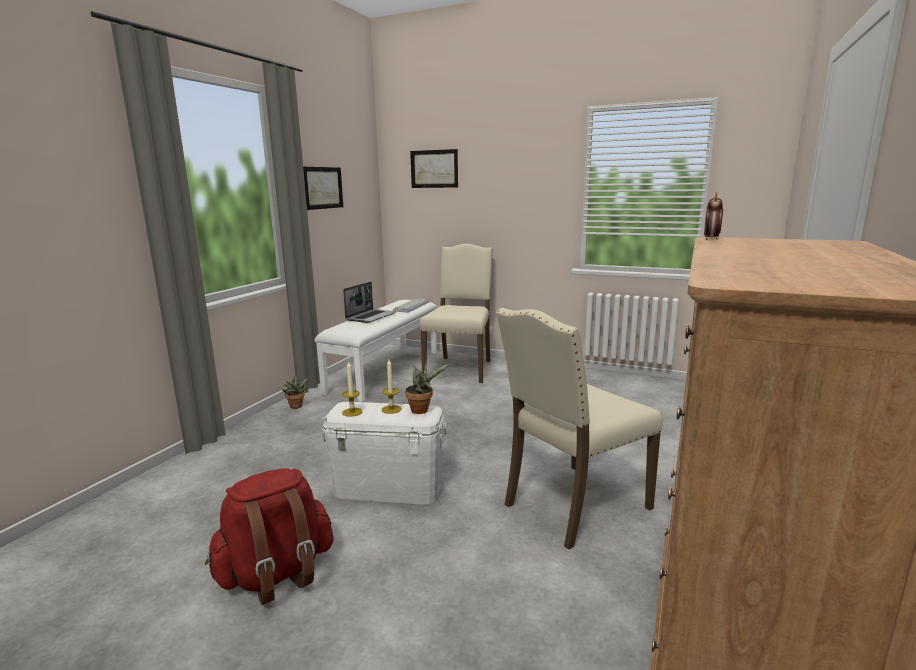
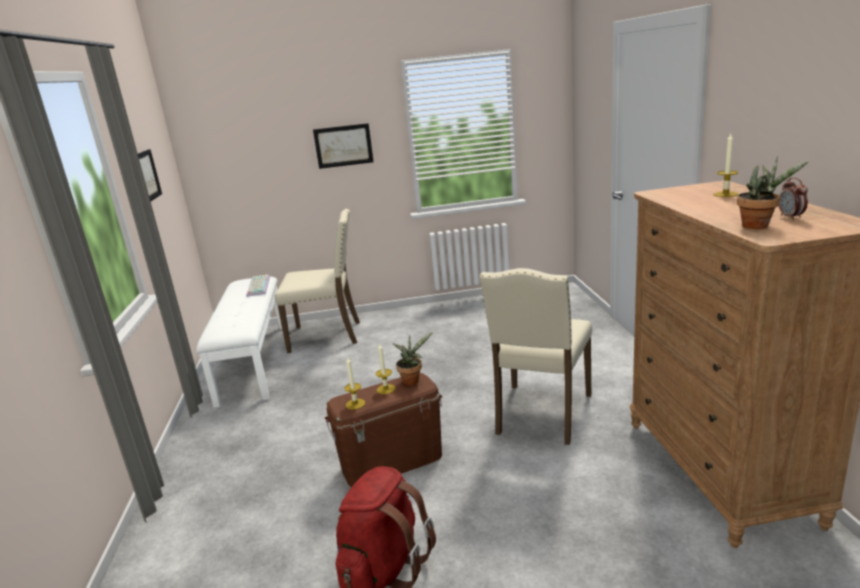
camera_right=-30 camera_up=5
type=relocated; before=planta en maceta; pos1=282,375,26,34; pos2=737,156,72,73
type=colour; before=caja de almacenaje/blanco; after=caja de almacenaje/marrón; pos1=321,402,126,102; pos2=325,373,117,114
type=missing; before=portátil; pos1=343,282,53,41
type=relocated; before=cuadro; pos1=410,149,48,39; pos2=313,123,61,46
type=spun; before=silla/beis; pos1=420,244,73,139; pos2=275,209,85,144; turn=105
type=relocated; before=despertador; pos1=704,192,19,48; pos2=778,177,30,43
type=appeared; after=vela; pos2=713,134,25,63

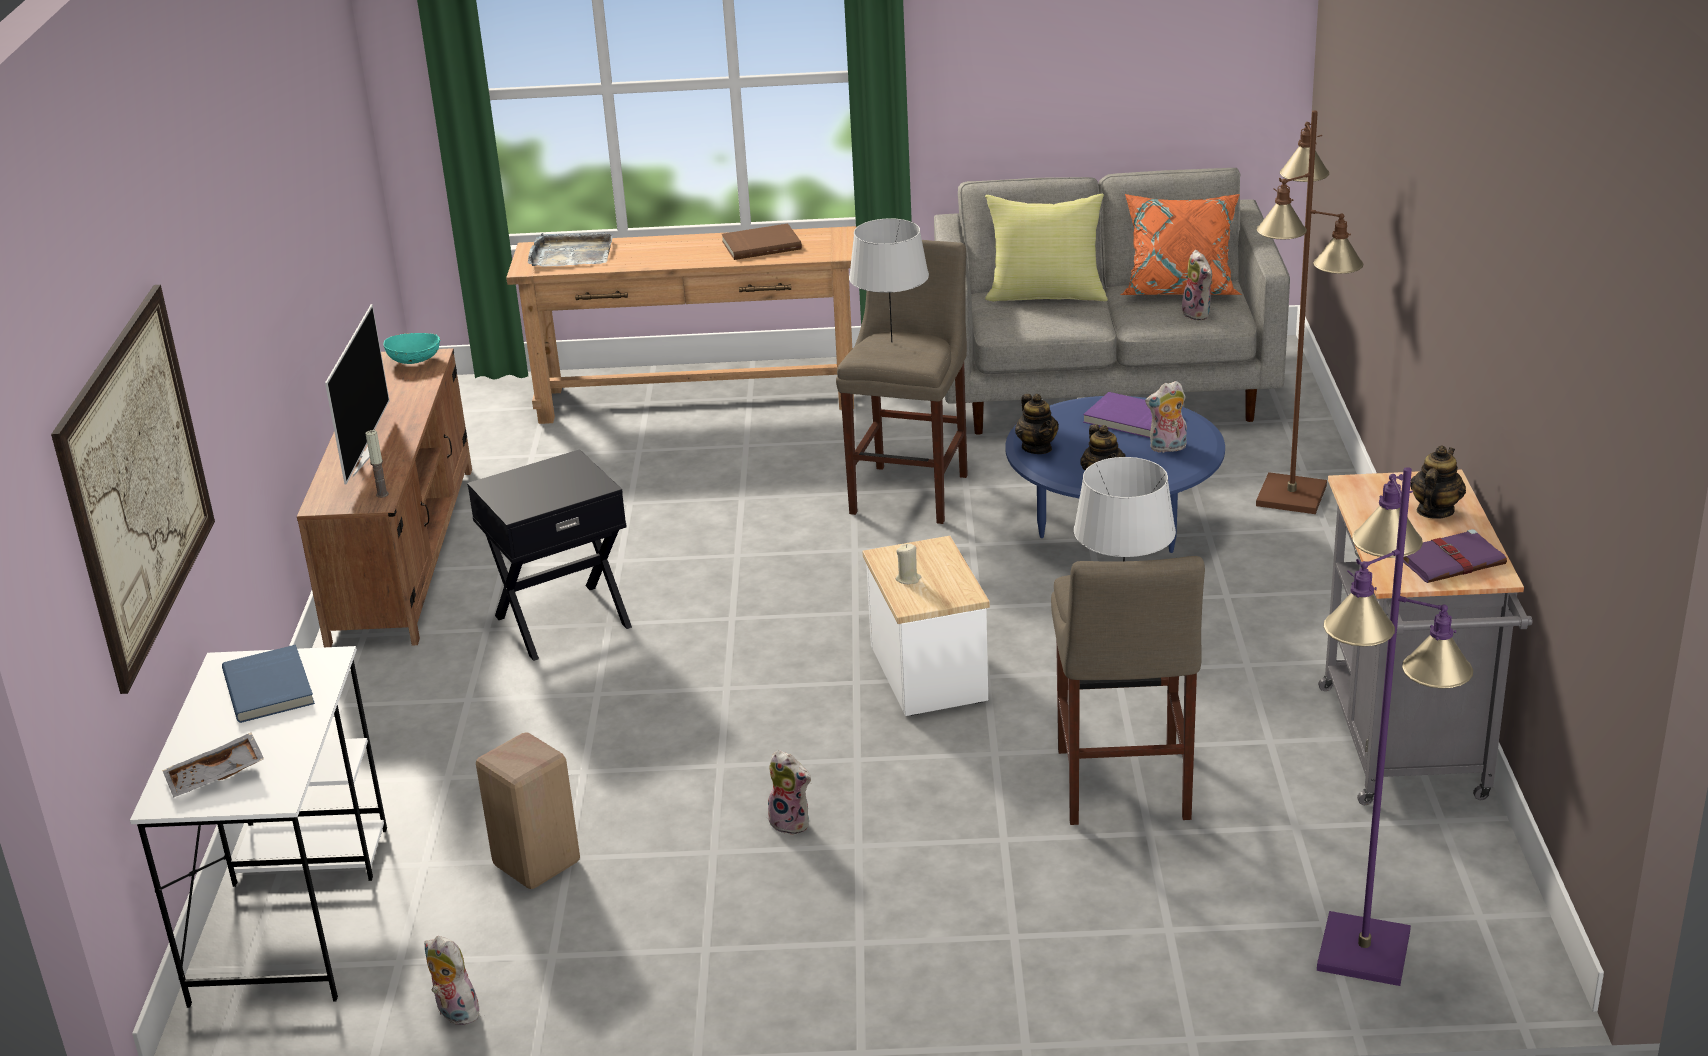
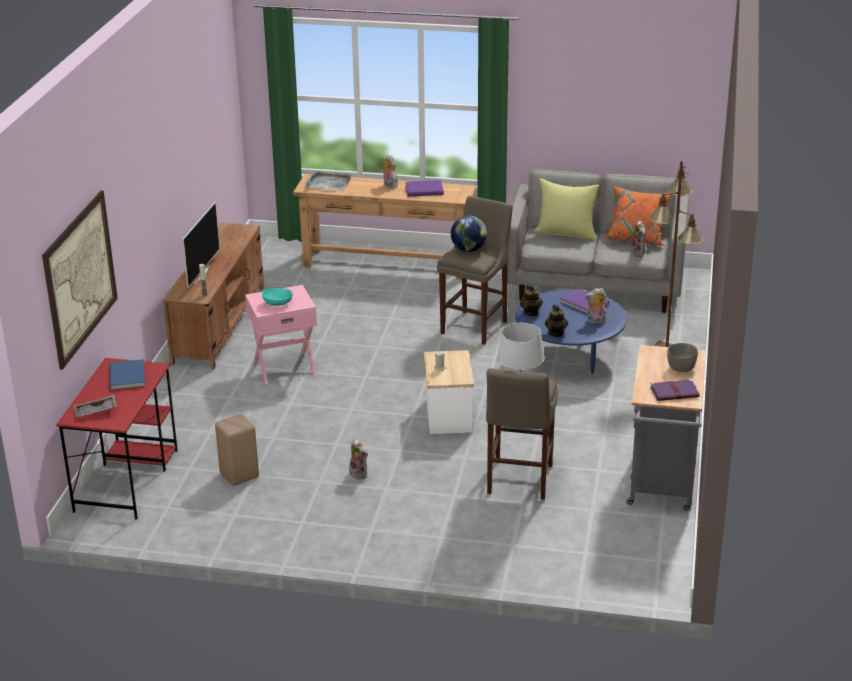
camera_right=10 camera_up=0
type=colour; before=escritorio/blanco; after=escritorio/rojo; pos1=130,646,257,362; pos2=56,358,122,162
type=relocated; before=cuenco/turquesa; pos1=384,333,57,31; pos2=262,288,31,18
type=relocated; before=peluche; pos1=424,936,59,89; pos2=383,154,15,34
type=colour; before=mesa auxiliar/negro; after=mesa auxiliar/rosa; pos1=467,449,165,212; pos2=245,285,72,99
type=colour; before=libro/marrón; after=libro/morado; pos1=722,223,80,37; pos2=406,180,38,17
type=exchanged; before=lámpara de mesa/gris; after=globo terráqueo; pos1=849,218,80,125; pos2=451,215,36,37
type=missing; before=lámpara de pie/morado; pos1=1317,467,156,519
type=exchanged; before=tetera; after=cuenco/gris; pos1=1410,446,56,73; pos2=667,343,31,29

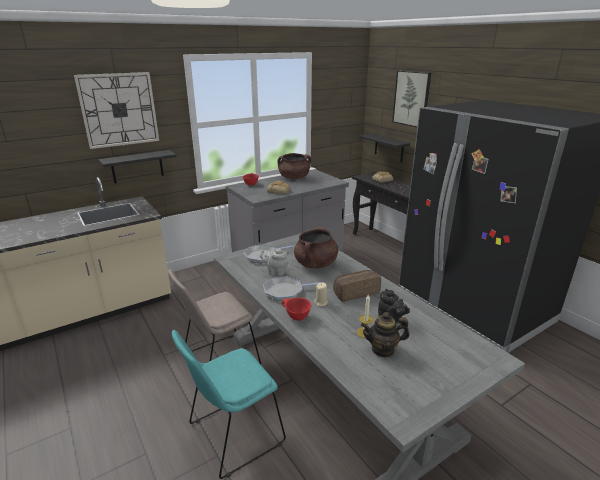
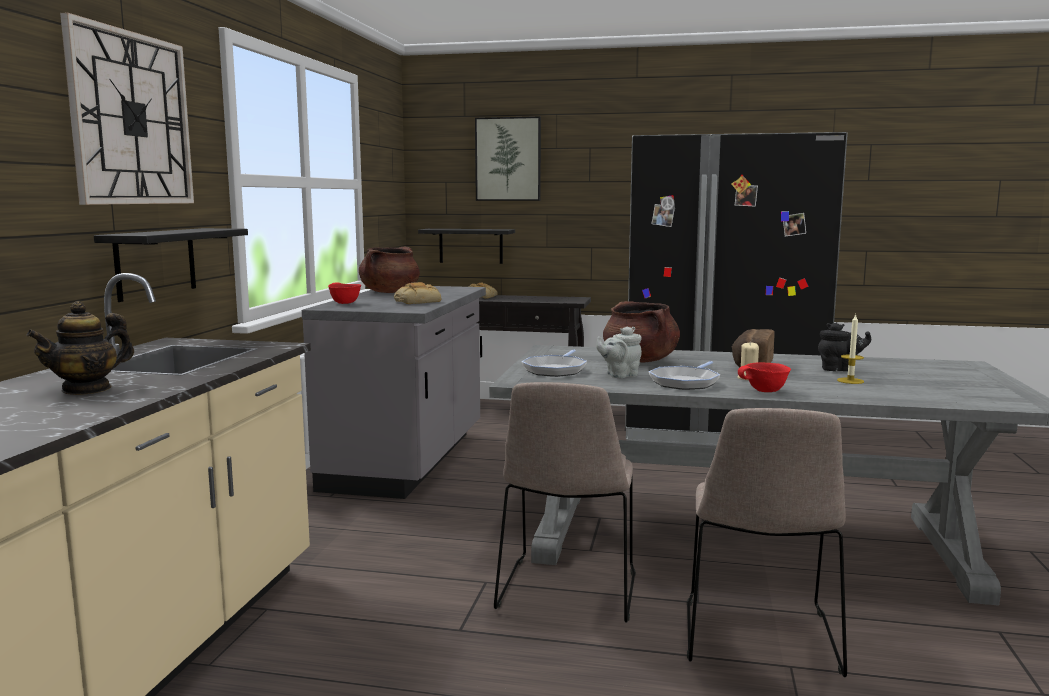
camera_right=-45 camera_up=-15
type=colour; before=silla/turquesa; after=silla/beis; pos1=172,330,114,149; pos2=687,408,160,269
type=relocated; before=tetera; pos1=361,312,48,45; pos2=26,301,108,94

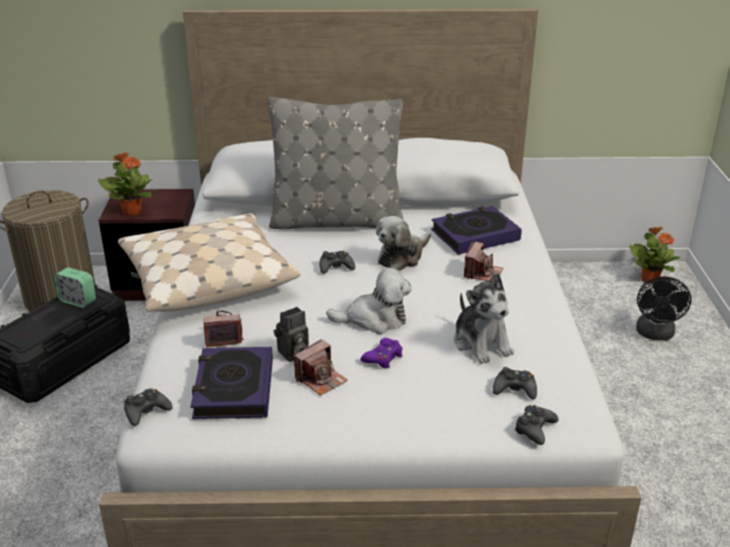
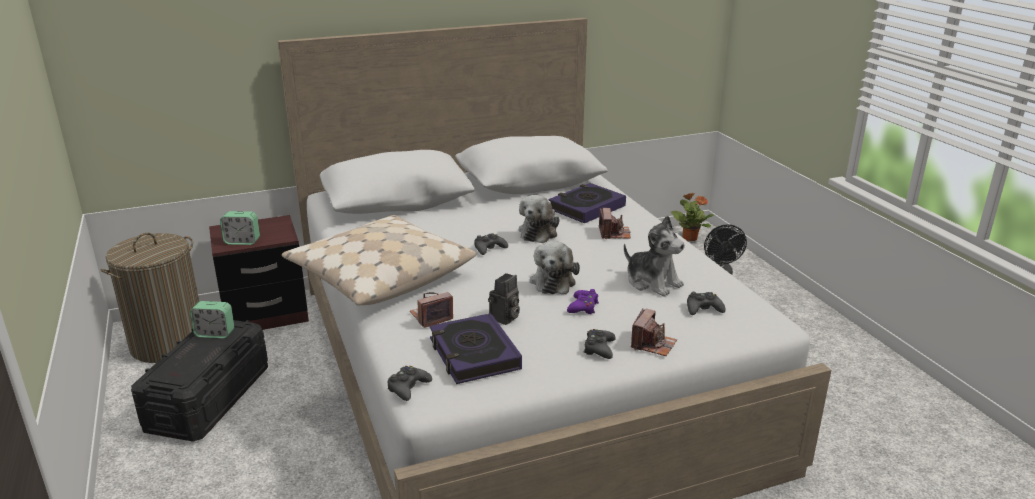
camera_right=-20 camera_up=-5
type=exchanged; before=planta en maceta; after=despertador; pos1=98,152,54,64; pos2=220,211,40,34
type=missing; before=cojín/gris; pos1=268,97,135,132
type=relocated; before=cámara; pos1=294,339,54,57; pos2=631,308,46,48
type=spun; before=peluche; pos1=326,267,86,67; pos2=530,241,50,53; turn=120
type=relocated; before=mando de consola/negro; pos1=514,405,44,40; pos2=583,329,33,30

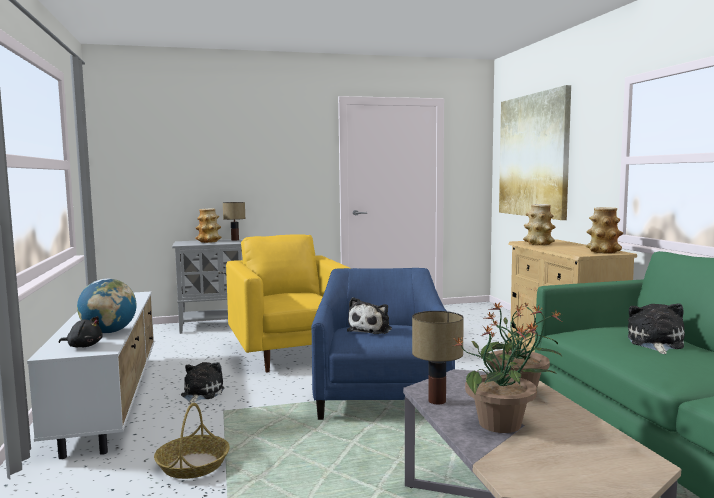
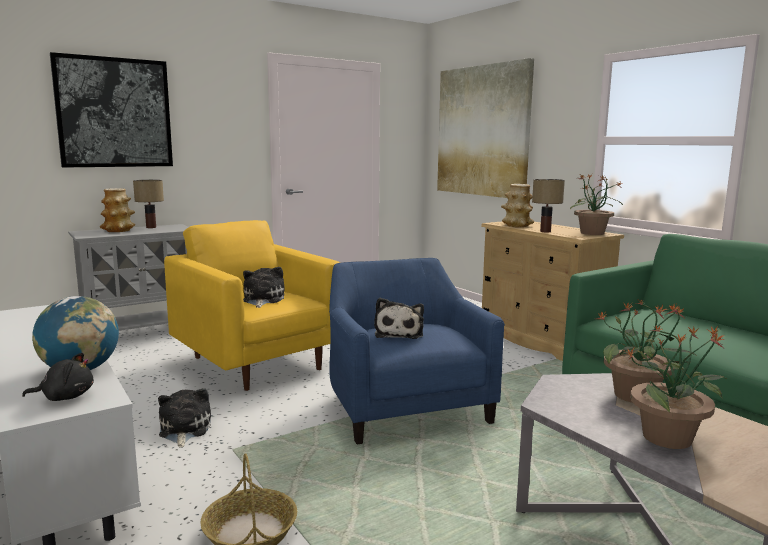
camera_right=-20 camera_up=5
type=relocated; before=lámpara de mesa; pos1=412,311,52,93; pos2=532,179,33,53
type=exchanged; before=florero; after=planta en maceta; pos1=586,207,37,47; pos2=570,174,53,61
type=relocated; before=peluche; pos1=628,303,57,51; pos2=243,267,42,41
type=appeared; after=cuadro; pos2=50,52,123,116

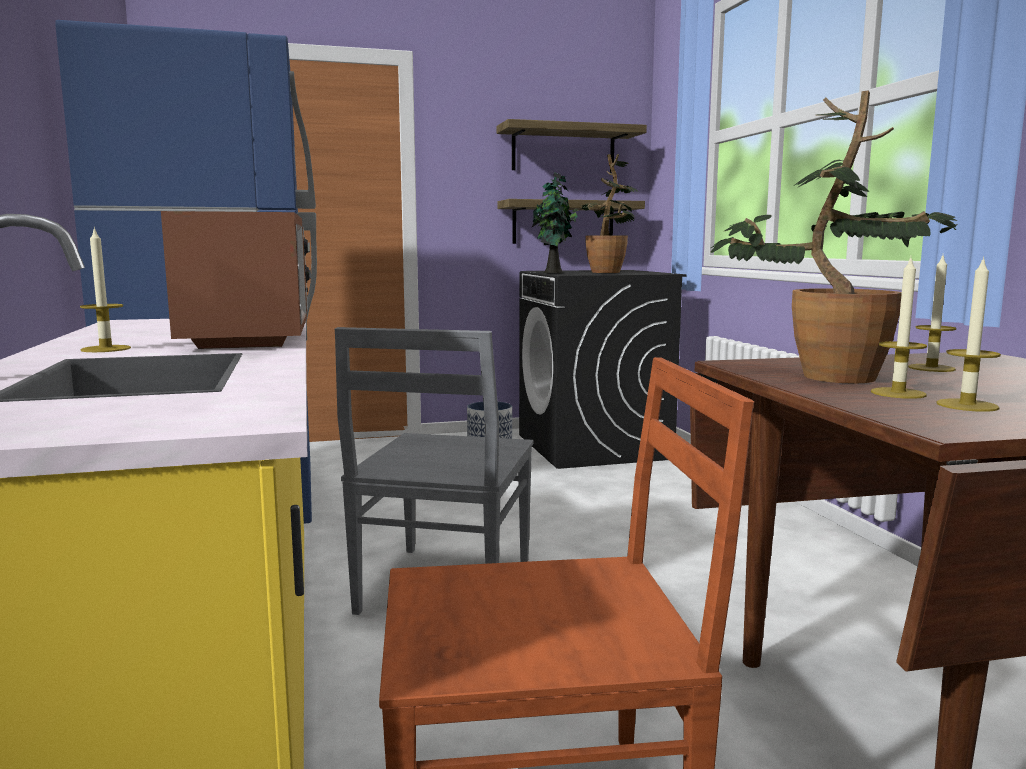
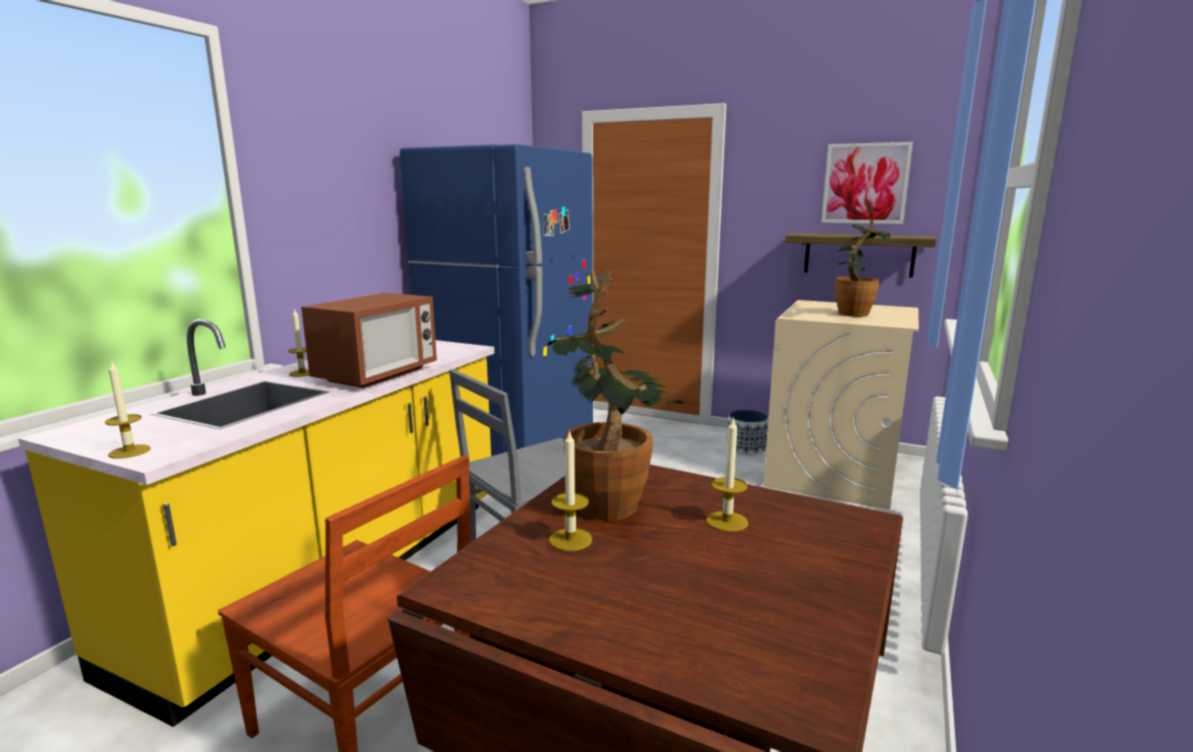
camera_right=40 camera_up=5
type=exchanged; before=estante; after=cuadro; pos1=497,119,150,54; pos2=821,142,92,82
type=colour; before=lavadora/negro; after=lavadora/beis; pos1=519,270,167,199; pos2=764,300,155,210
type=missing; before=planta en maceta; pos1=532,172,46,101
type=relocated; before=vela; pos1=936,256,65,156; pos2=105,360,46,99

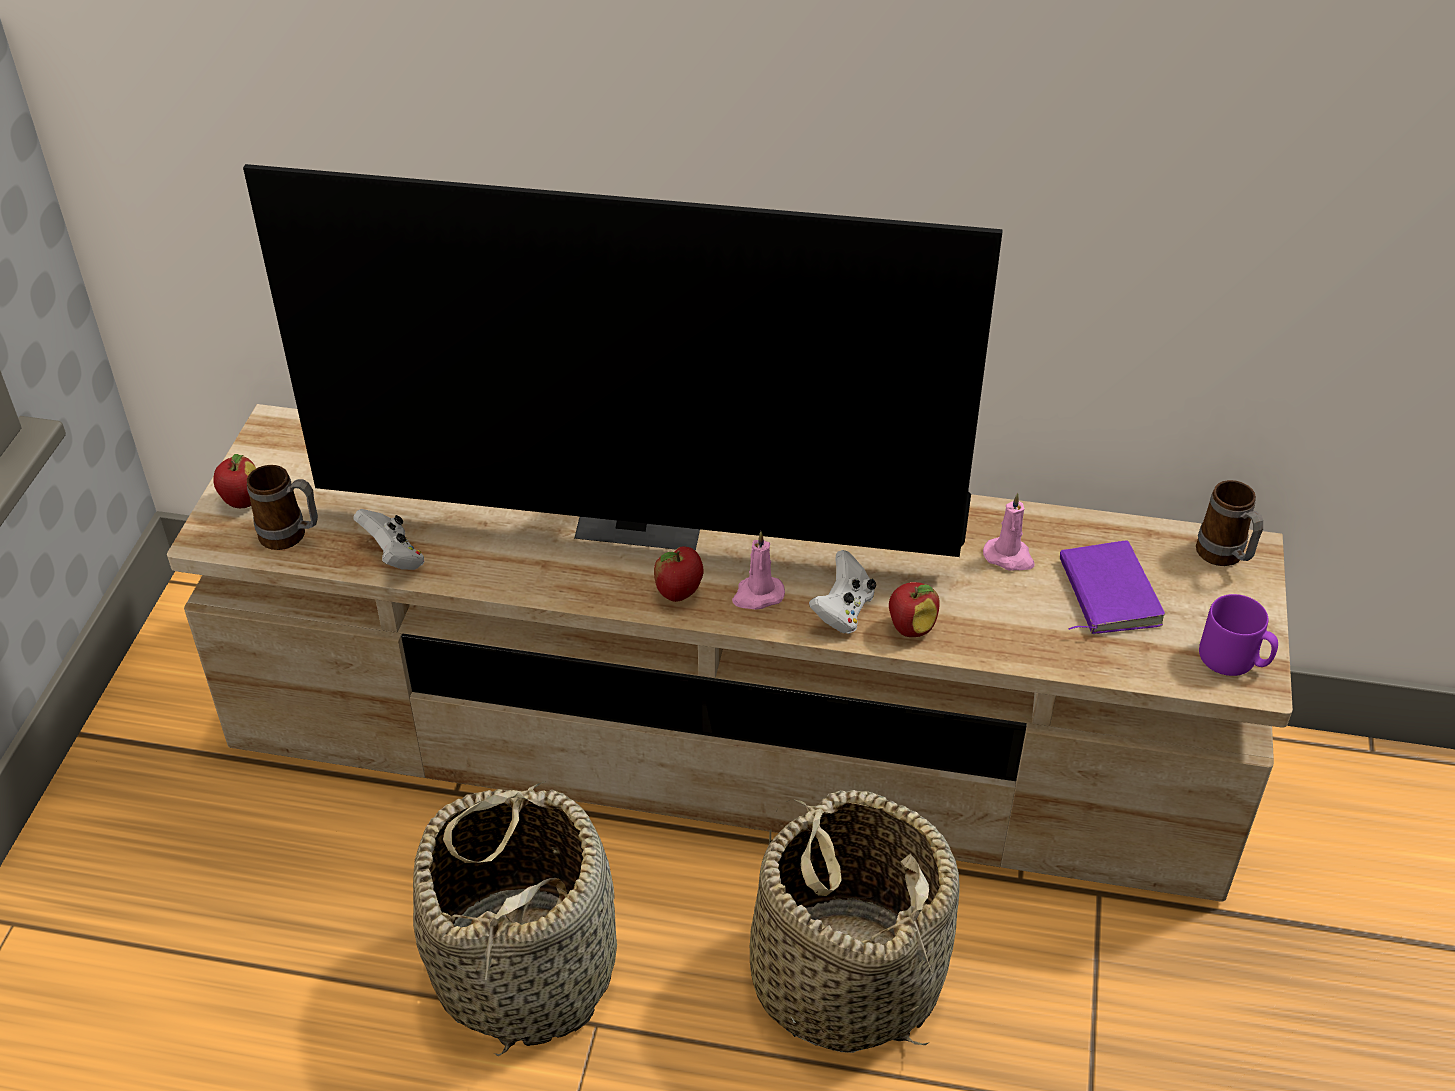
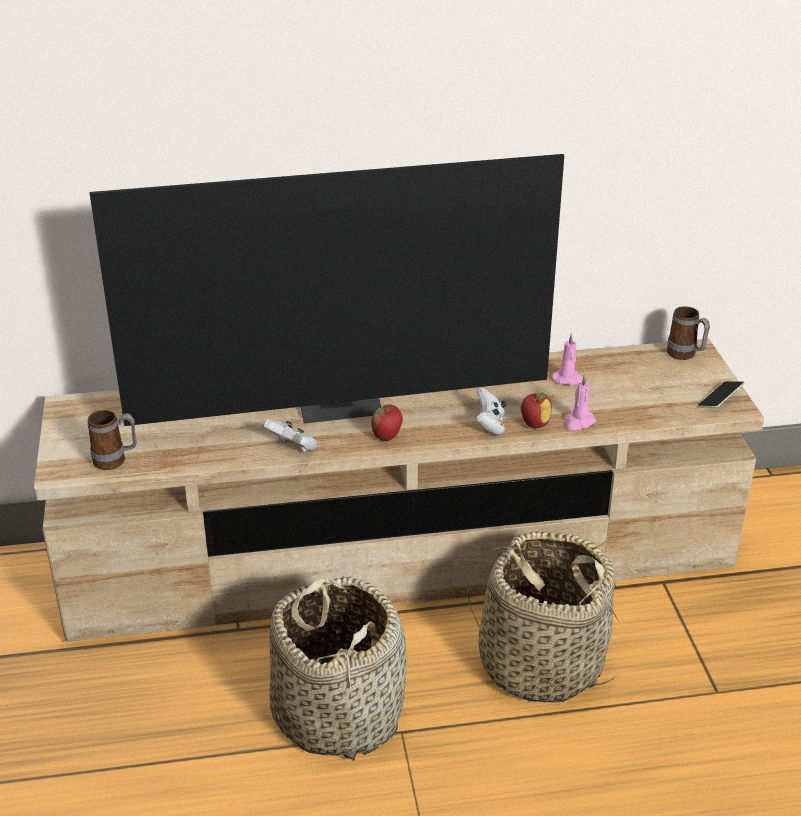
camera_right=-20 camera_up=-10
type=missing; before=manzana; pos1=213,454,43,54
type=relocated; before=mando de consola/blanco; pos1=353,509,72,61; pos2=264,419,53,33
type=relocated; before=vela/rosa; pos1=732,531,53,79; pos2=565,374,31,56
type=missing; before=libro/morado; pos1=1060,541,105,93
type=exchanged; before=taza grande/morado; after=móvil; pos1=1199,594,79,82; pos2=698,381,47,27

